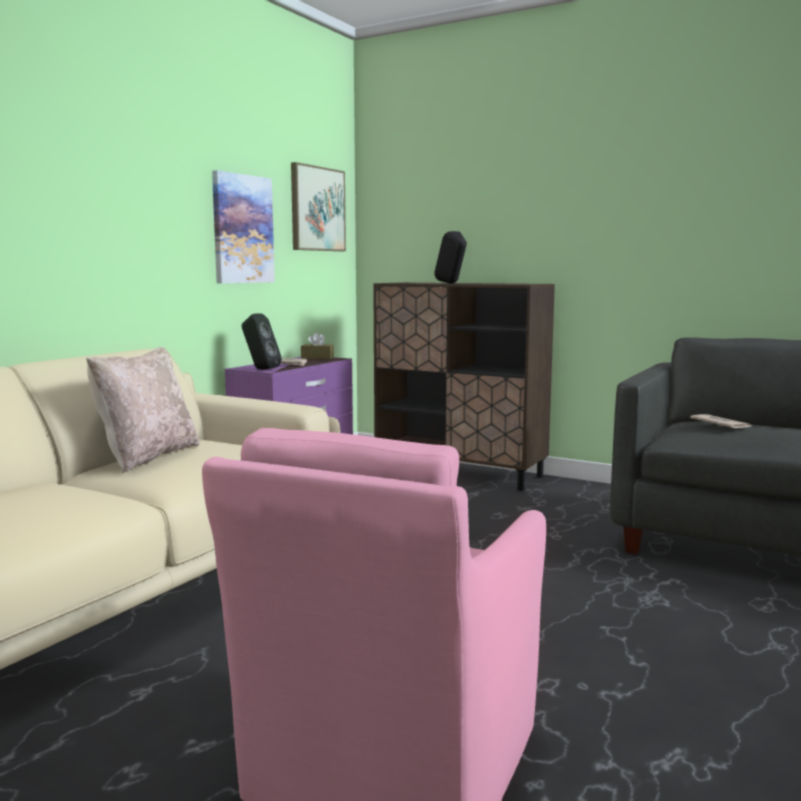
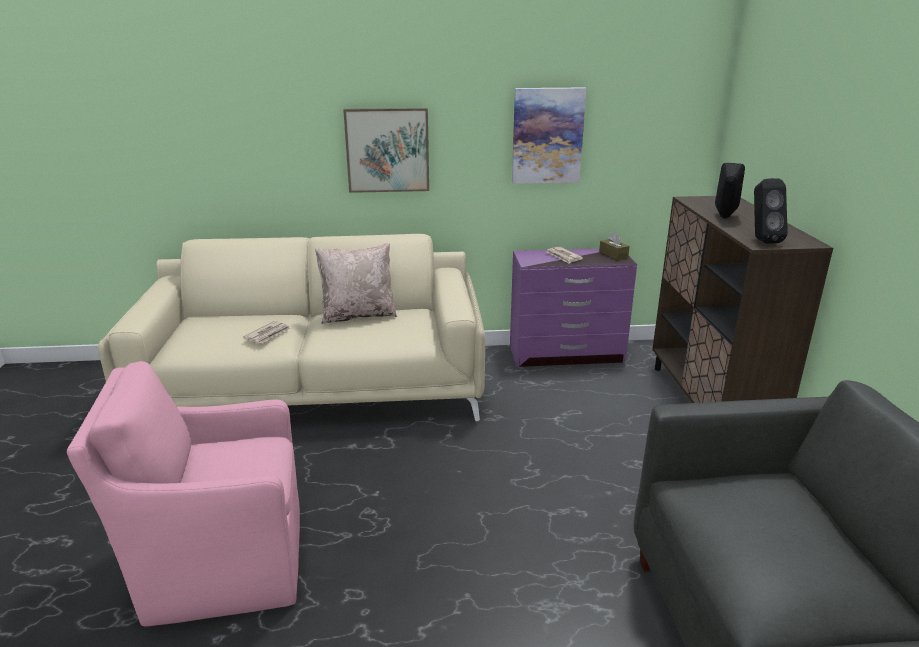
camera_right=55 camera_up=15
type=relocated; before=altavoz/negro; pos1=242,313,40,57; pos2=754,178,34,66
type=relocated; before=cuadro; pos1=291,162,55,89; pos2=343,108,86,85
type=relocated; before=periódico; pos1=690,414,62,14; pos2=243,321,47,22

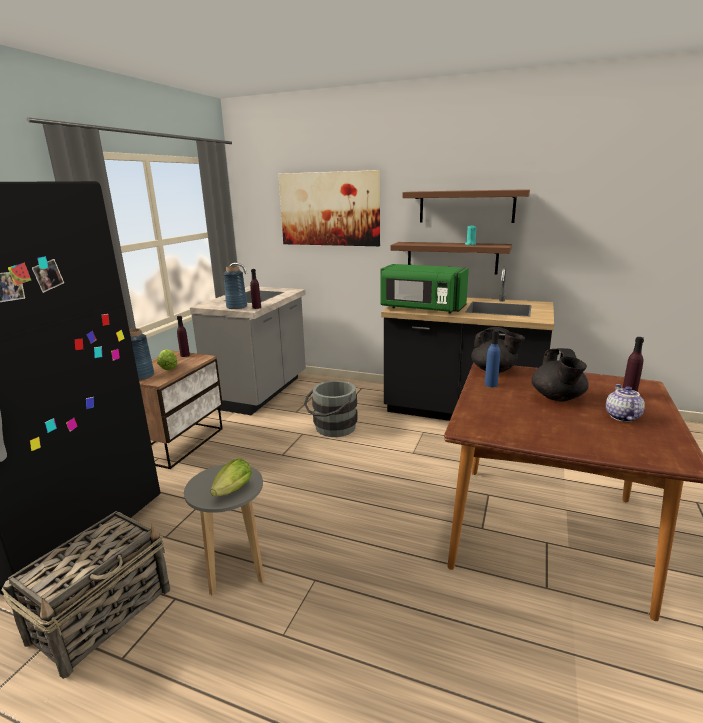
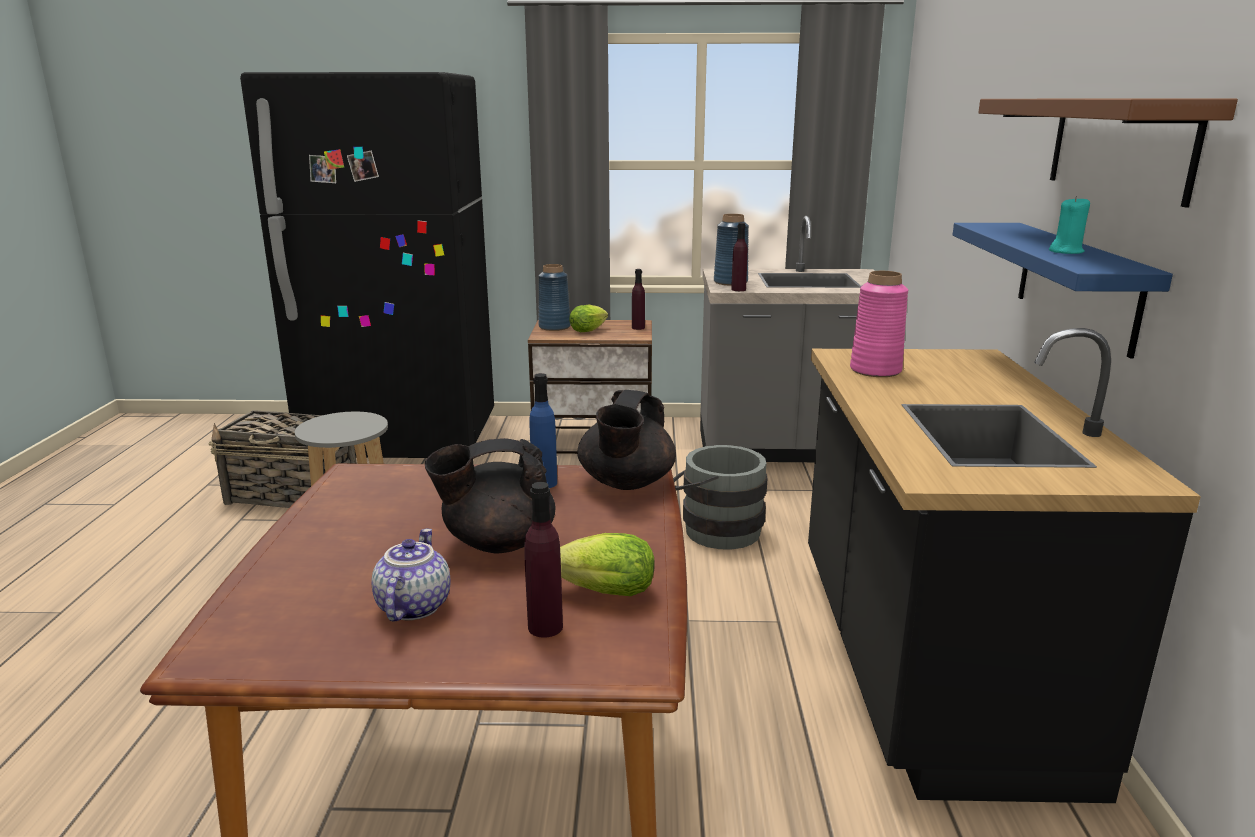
camera_right=70 camera_up=0
type=relocated; before=lechuga; pos1=211,458,41,38; pos2=560,533,95,63
type=missing; before=cuadro; pos1=278,170,102,76
type=exchanged; before=microondas/verde; after=florero/rosa; pos1=380,264,89,50; pos2=850,271,58,106
type=colour; before=estante/marrón; after=estante/azul; pos1=391,242,121,33; pos2=952,223,221,136
type=spun; before=tetera; pos1=606,384,39,38; pos2=372,529,79,93; turn=-75

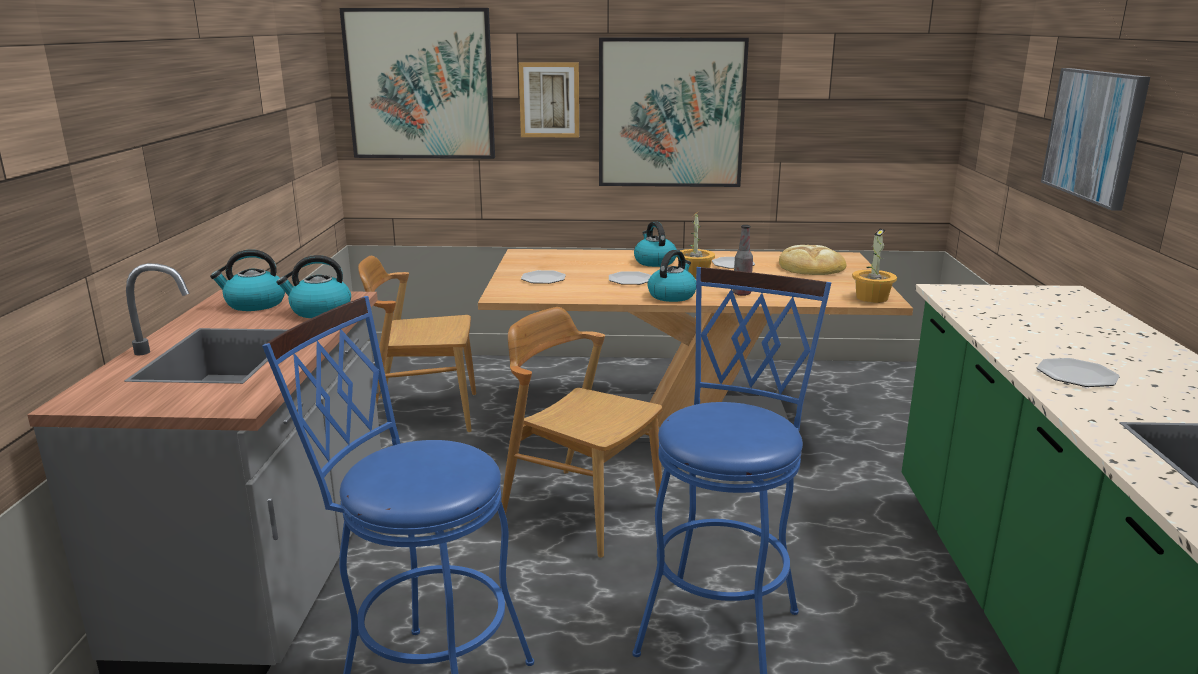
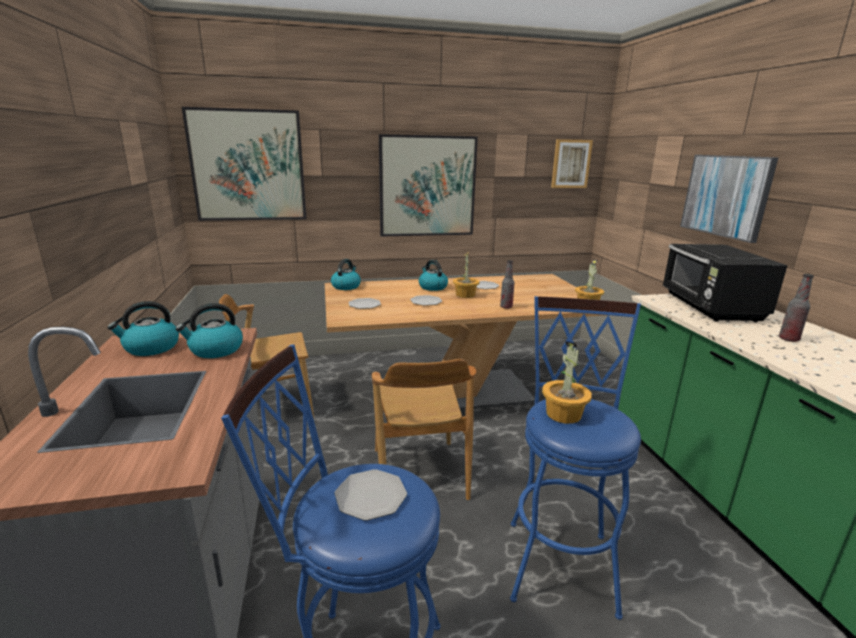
camera_right=-15 camera_up=0
type=spun; before=silla/marrón; pos1=502,307,160,251; pos2=372,359,104,141; turn=-120
type=relocated; before=cuadro; pos1=519,62,60,76; pos2=551,139,42,49
type=relocated; before=hervidor; pos1=647,250,49,52; pos2=331,259,30,31
type=missing; before=pan; pos1=779,245,67,30
type=relocated; before=plato; pos1=1037,358,83,29; pos2=334,469,73,52
type=appeared; after=planta en maceta; pos2=542,341,50,83
type=appeared; after=microondas/negro; pos2=663,244,125,78
type=appeared; after=botella; pos2=779,274,35,68

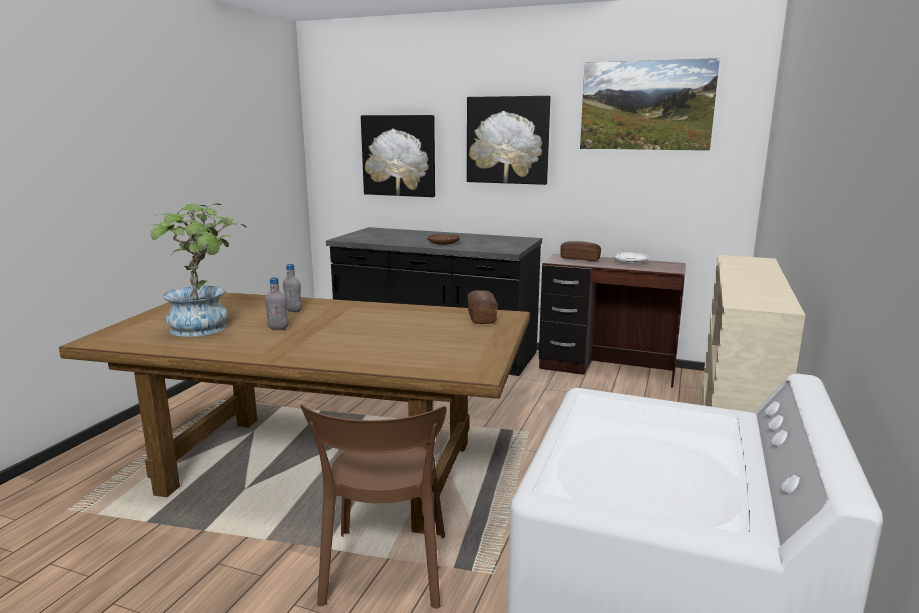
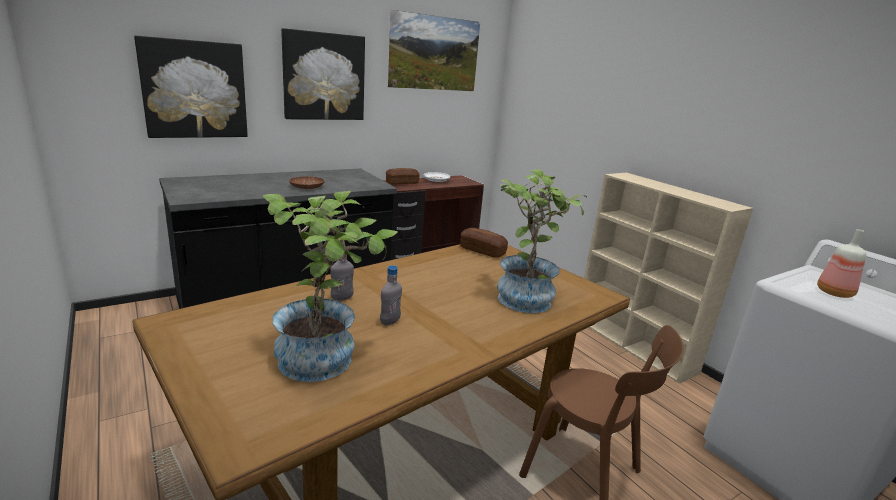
camera_right=-55 camera_up=5
type=appeared; after=planta en maceta; pos2=497,169,90,144
type=appeared; after=botella; pos2=817,229,49,69

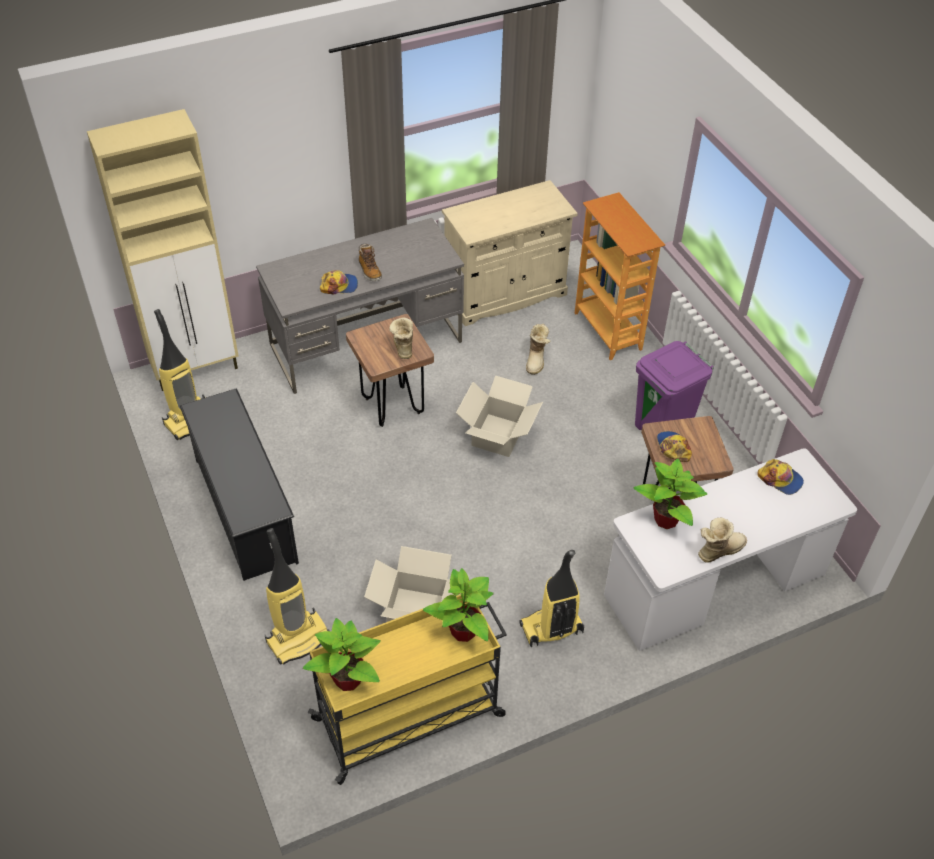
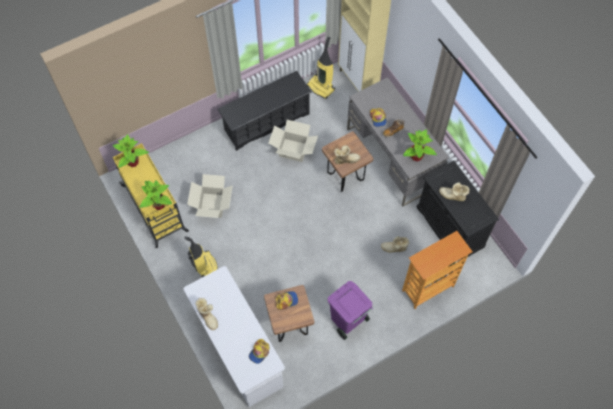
camera_right=85 camera_up=15
type=missing; before=aspiradora; pos1=265,528,65,137
type=colour; before=armario/beis; after=armario/negro; pos1=442,180,136,146; pos2=417,161,82,98
type=relocated; before=caja de cartón; pos1=456,375,87,82; pos2=268,120,50,42
type=relocated; before=planta en maceta; pos1=634,459,73,70; pos2=403,129,34,33
type=appeared; after=bota; pos2=439,182,31,19

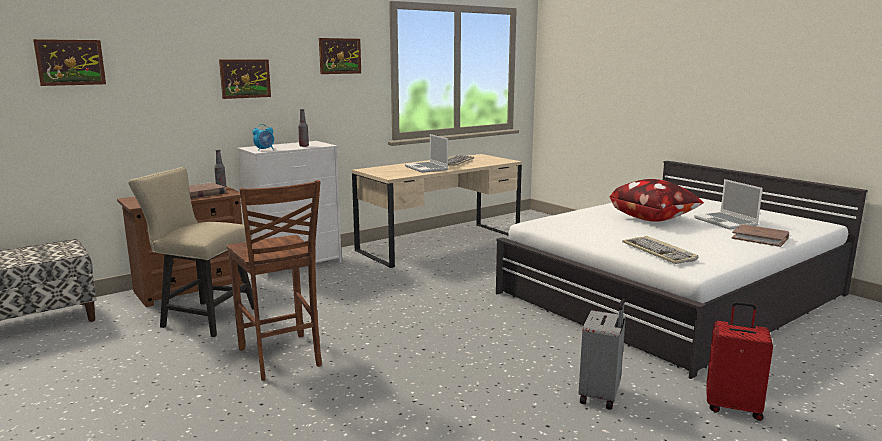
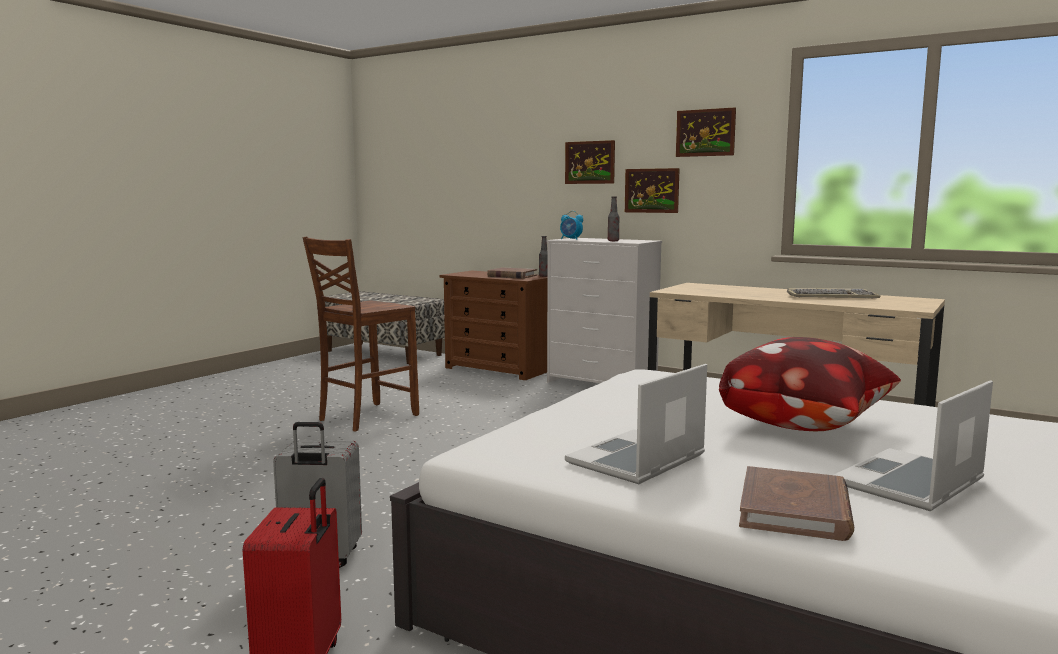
camera_right=70 camera_up=-5
type=relocated; before=cuadro; pos1=33,39,73,47; pos2=625,168,55,45
type=missing; before=silla/beis; pos1=129,167,125,170
type=relocated; before=portátil; pos1=405,134,43,39; pos2=565,364,142,120
type=missing; before=teclado; pos1=622,236,76,28

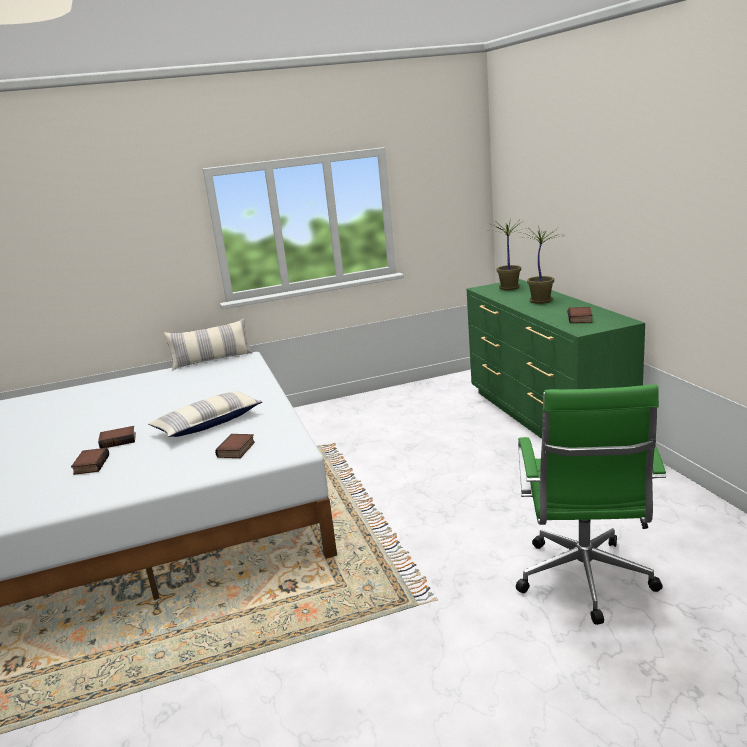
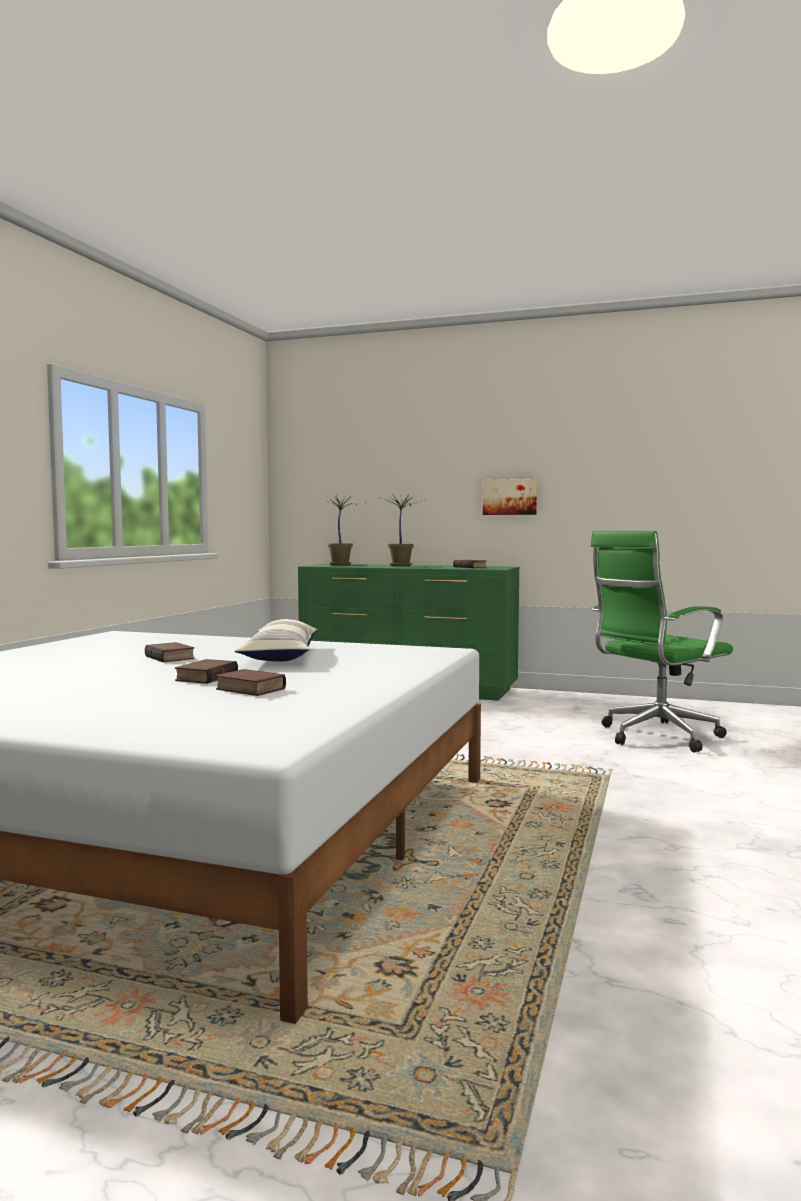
camera_right=-55 camera_up=-15
type=missing; before=cojín; pos1=164,318,88,52
type=relocated; before=libro; pos1=215,434,40,24; pos2=145,642,50,20
type=spun; before=silla de oficina/verde; pos1=516,385,150,240; pos2=591,531,142,221; turn=105
type=appeared; after=cuadro; pos2=483,479,54,36

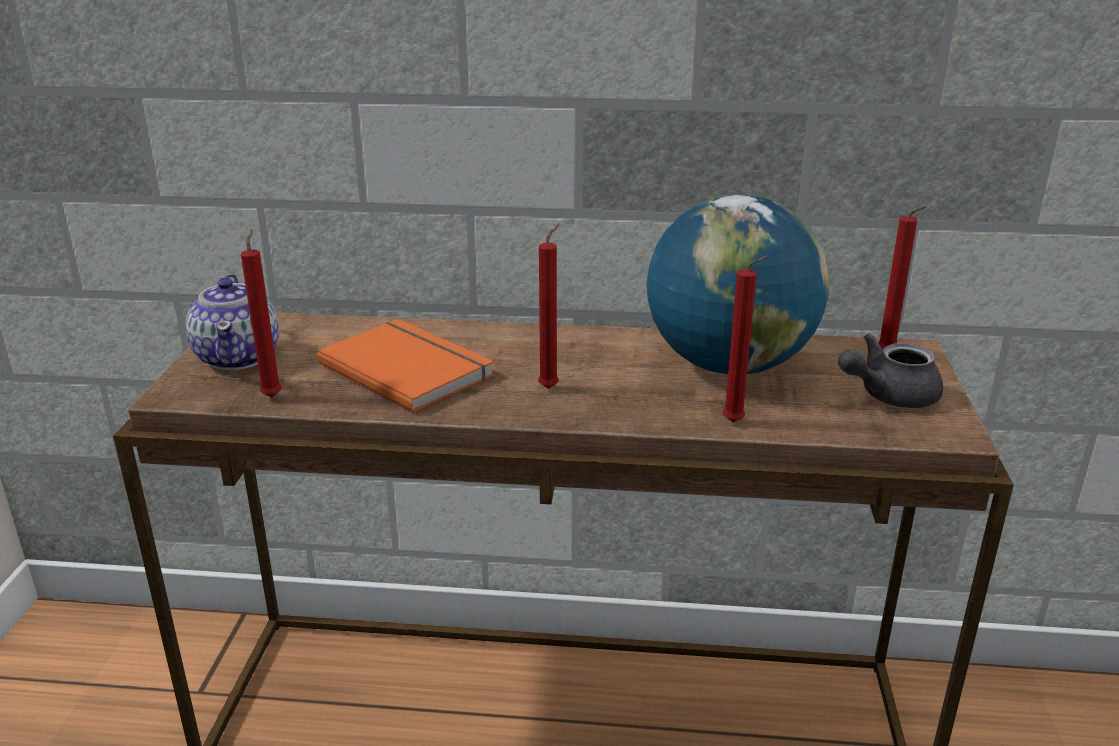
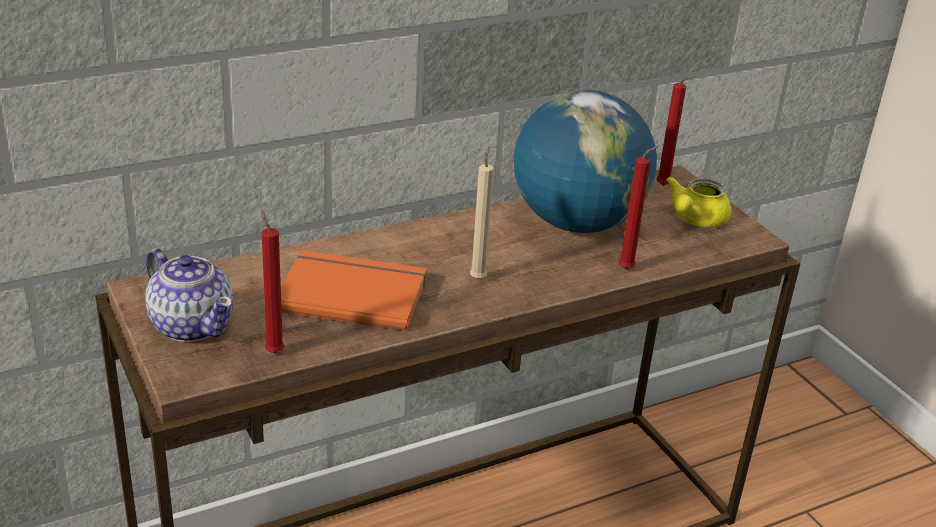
camera_right=-35 camera_up=5
type=colour; before=vela/rojo; after=vela/beis; pos1=538,224,22,165; pos2=470,147,24,132
type=colour; before=tetera/gris; after=tetera/amarillo; pos1=838,334,105,74; pos2=666,176,66,51

